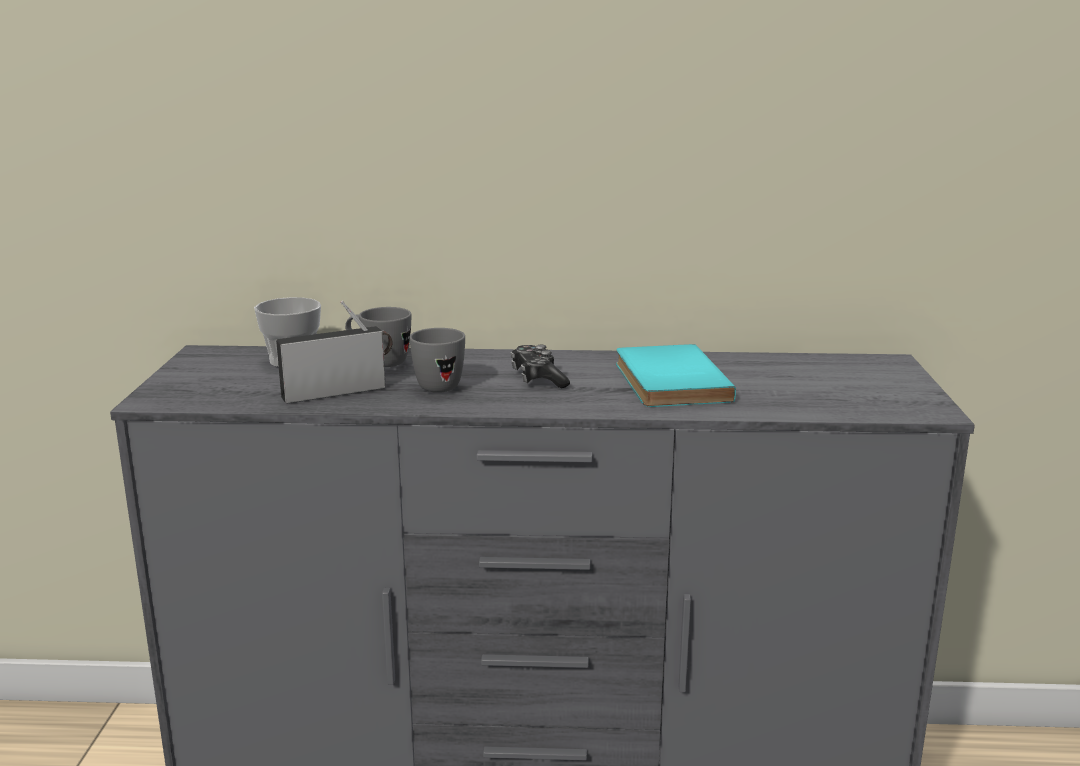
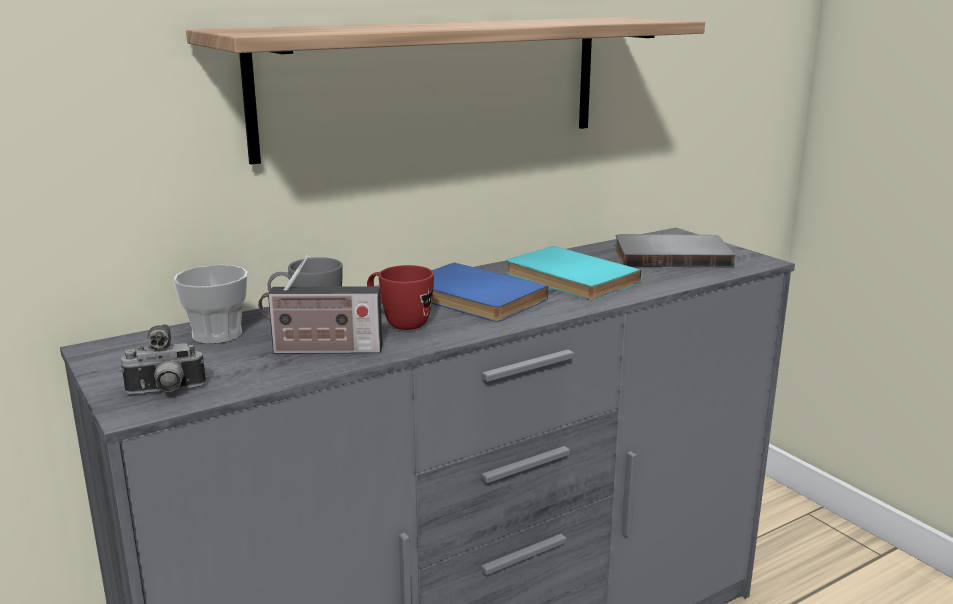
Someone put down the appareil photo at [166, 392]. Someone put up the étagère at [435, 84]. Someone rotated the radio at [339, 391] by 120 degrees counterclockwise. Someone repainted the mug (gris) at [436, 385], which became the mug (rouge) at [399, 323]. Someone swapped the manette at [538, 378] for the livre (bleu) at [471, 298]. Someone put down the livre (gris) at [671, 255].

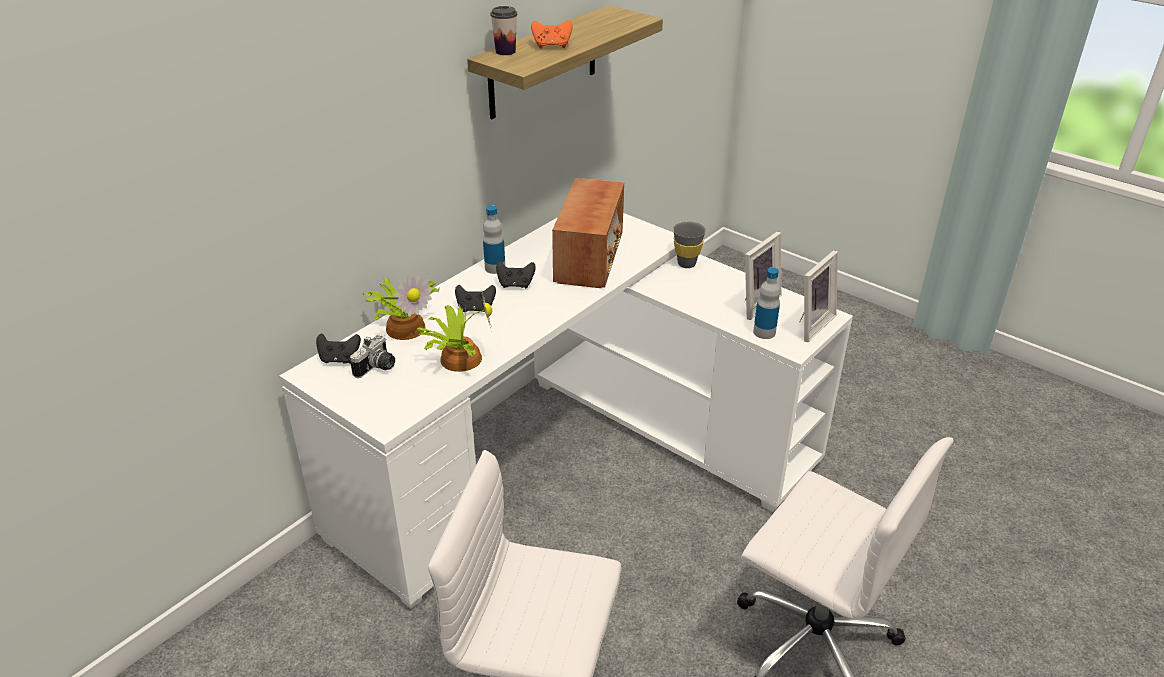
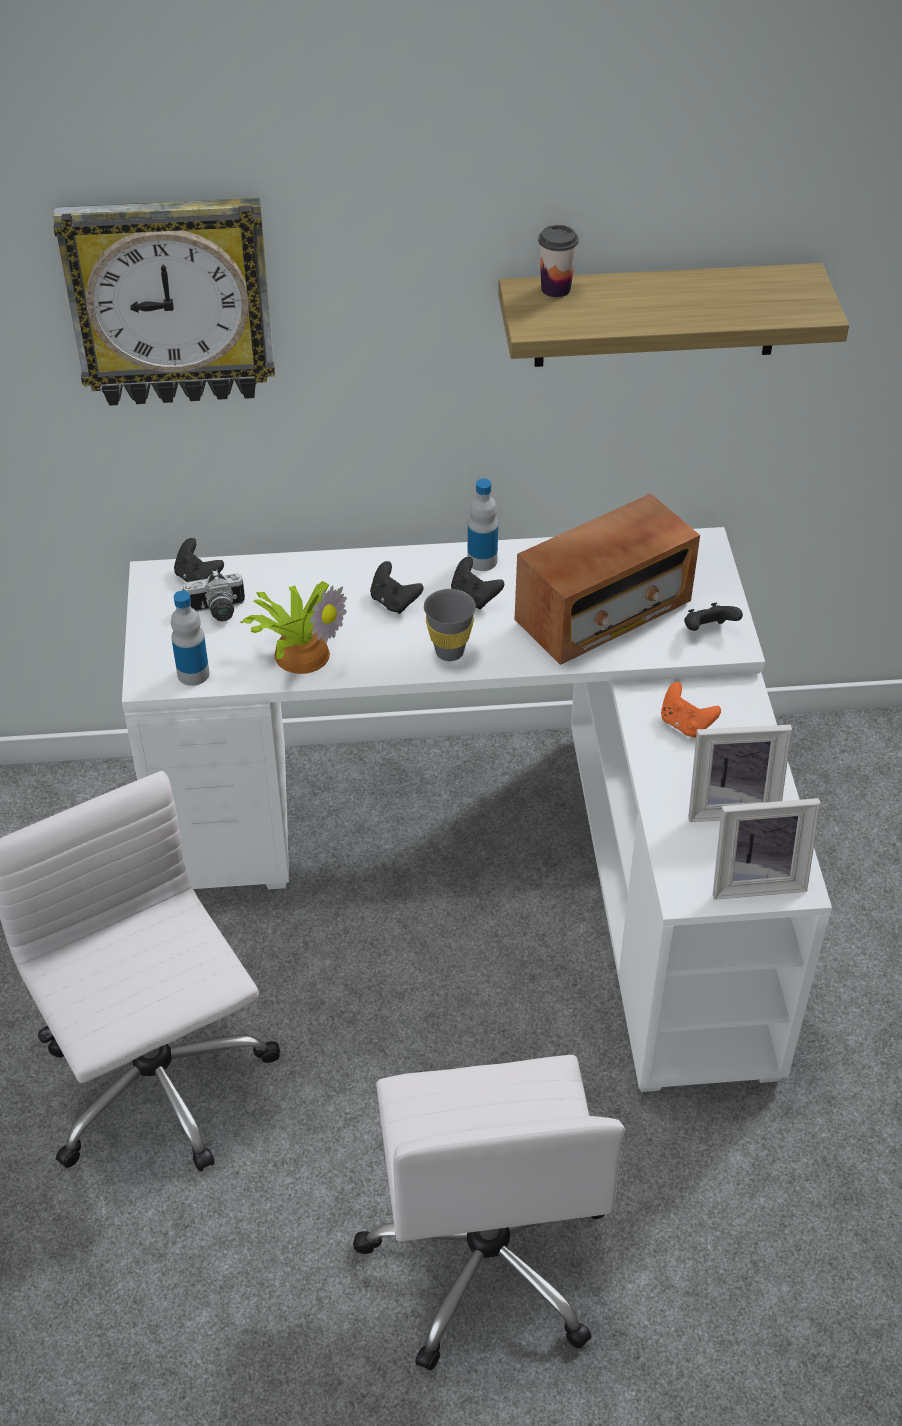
Someone put up the horloge murale at [170, 301]. Someone carried the bouteille from [764, 332] to [193, 674]. Someone carried the tasse (gris) from [686, 264] to [449, 652]. Someone carried the manette (orange) from [552, 46] to [685, 724]. Someone put down the manette (noir) at [708, 631]. Someone took away the plante en pot at [406, 326].

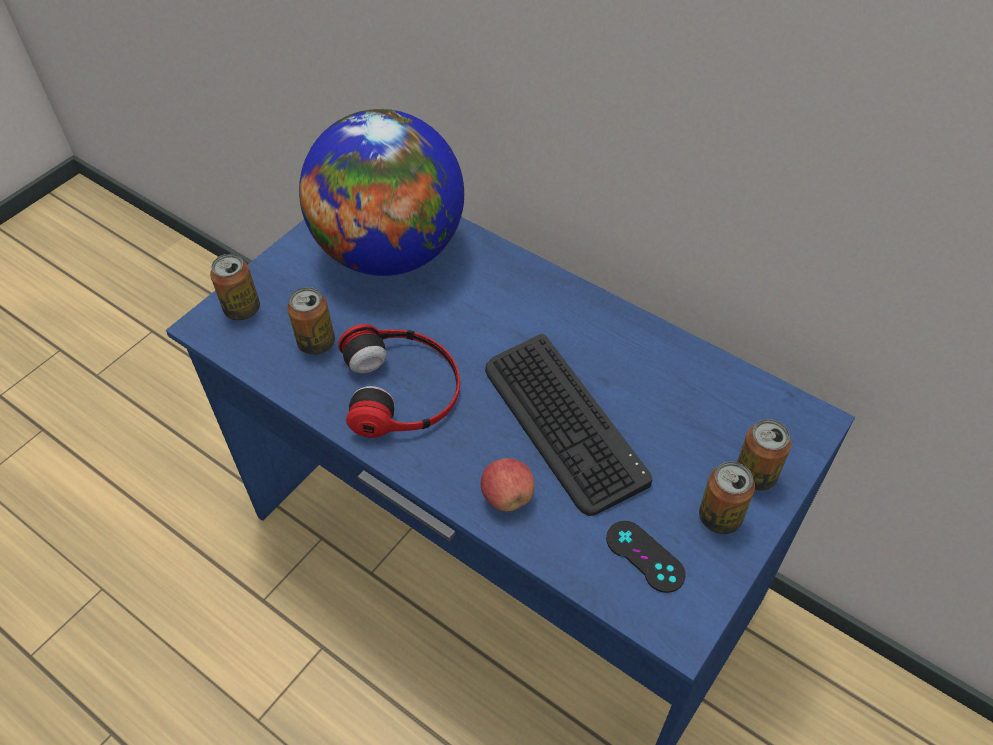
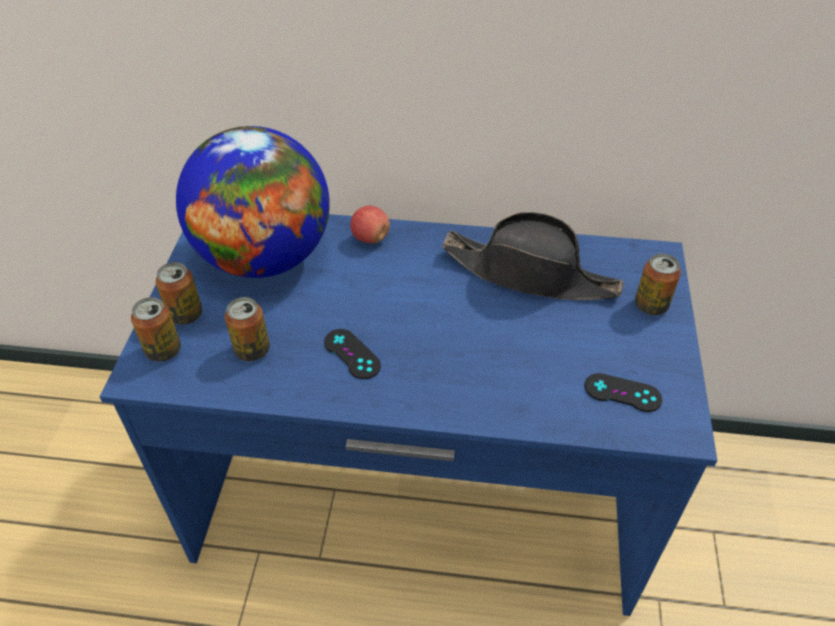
Someone carried the boîte métallique from [719, 517] to [185, 315]. Someone swapped the casque audio at [402, 388] for the manette (noir) at [352, 354]. Someone carried the pomme from [507, 496] to [370, 238]. Someone put down the chapeau (noir) at [530, 274]. Someone took away the clavier at [562, 423].

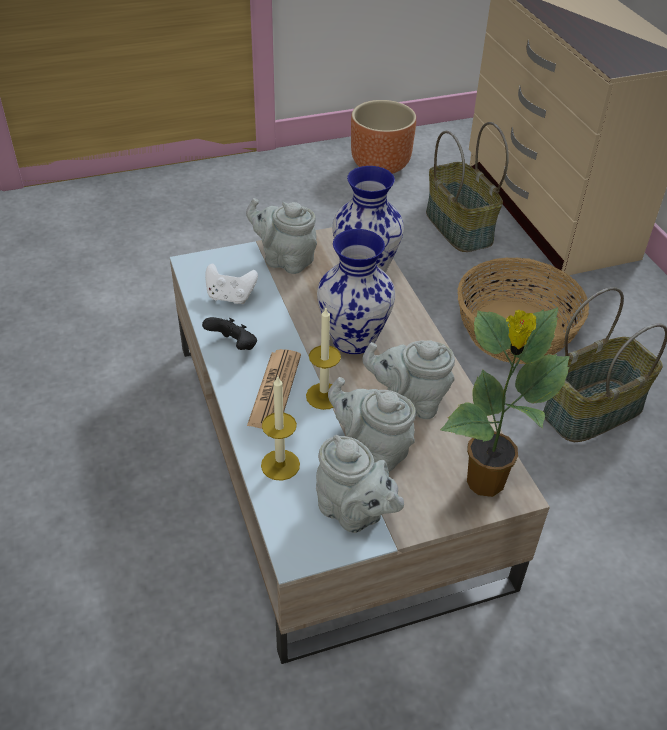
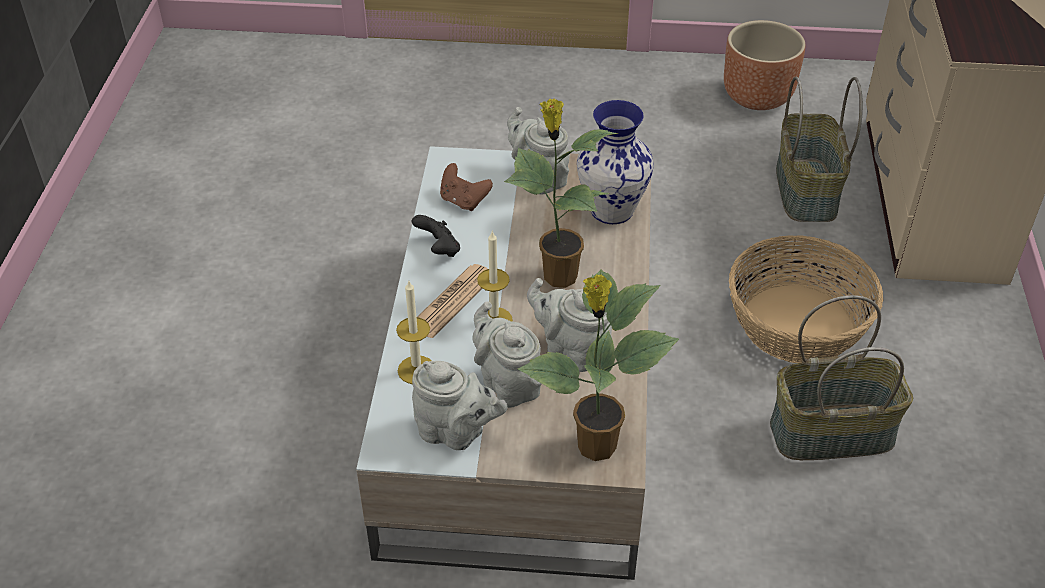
Someone rotated the théière (gris) at [354, 513] by 45 degrees counterclockwise. Someone repainted the manette (blanc) at [230, 297], which became the manette (marron) at [463, 201]. Someone swapped the vase at [355, 340] for the plante en pot at [557, 275].

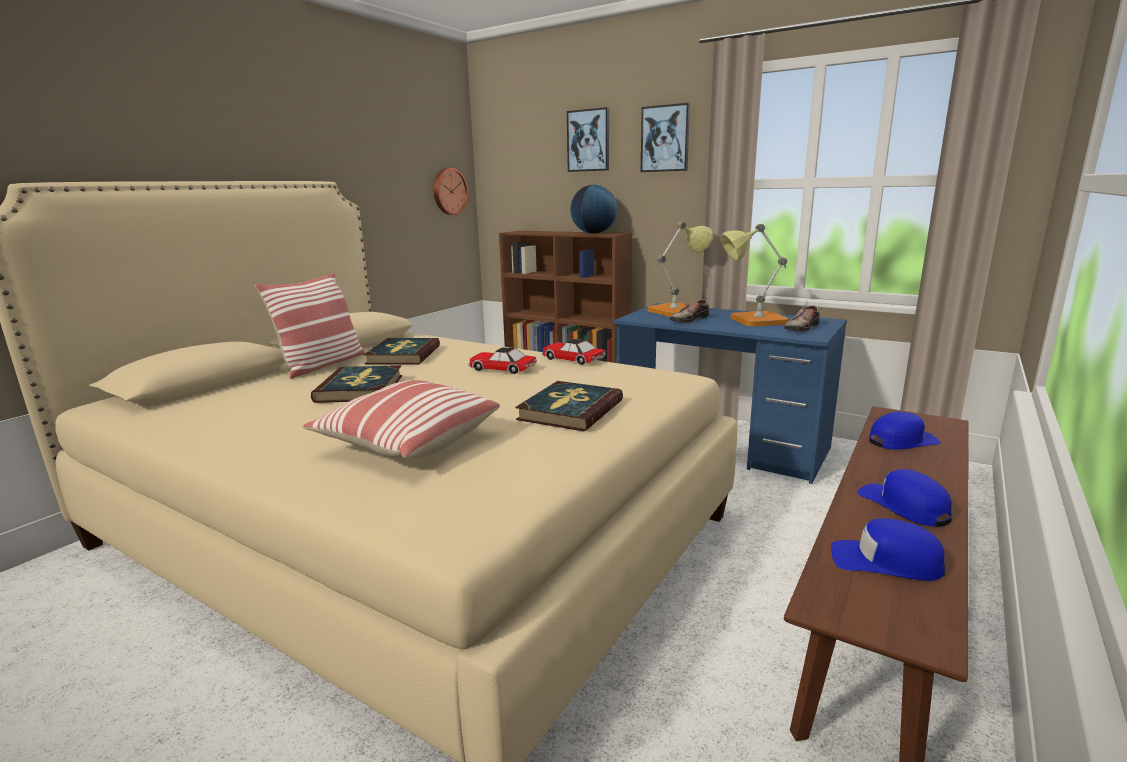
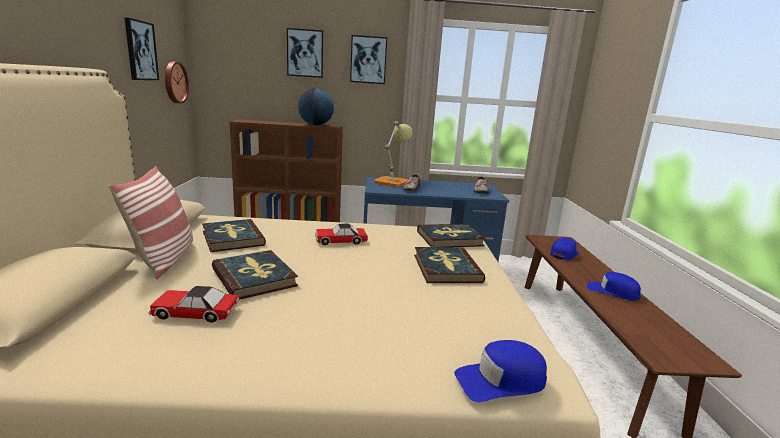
Someone put up the tableau at [140, 50]. Someone carried the petite voiture from [573, 359] to [195, 312]. Someone put down the livre at [449, 238]. Someone carried the casquette (bleu) from [885, 562] to [501, 380]. Someone took away the coussin at [407, 441]. Someone took away the lampe de table at [751, 321].

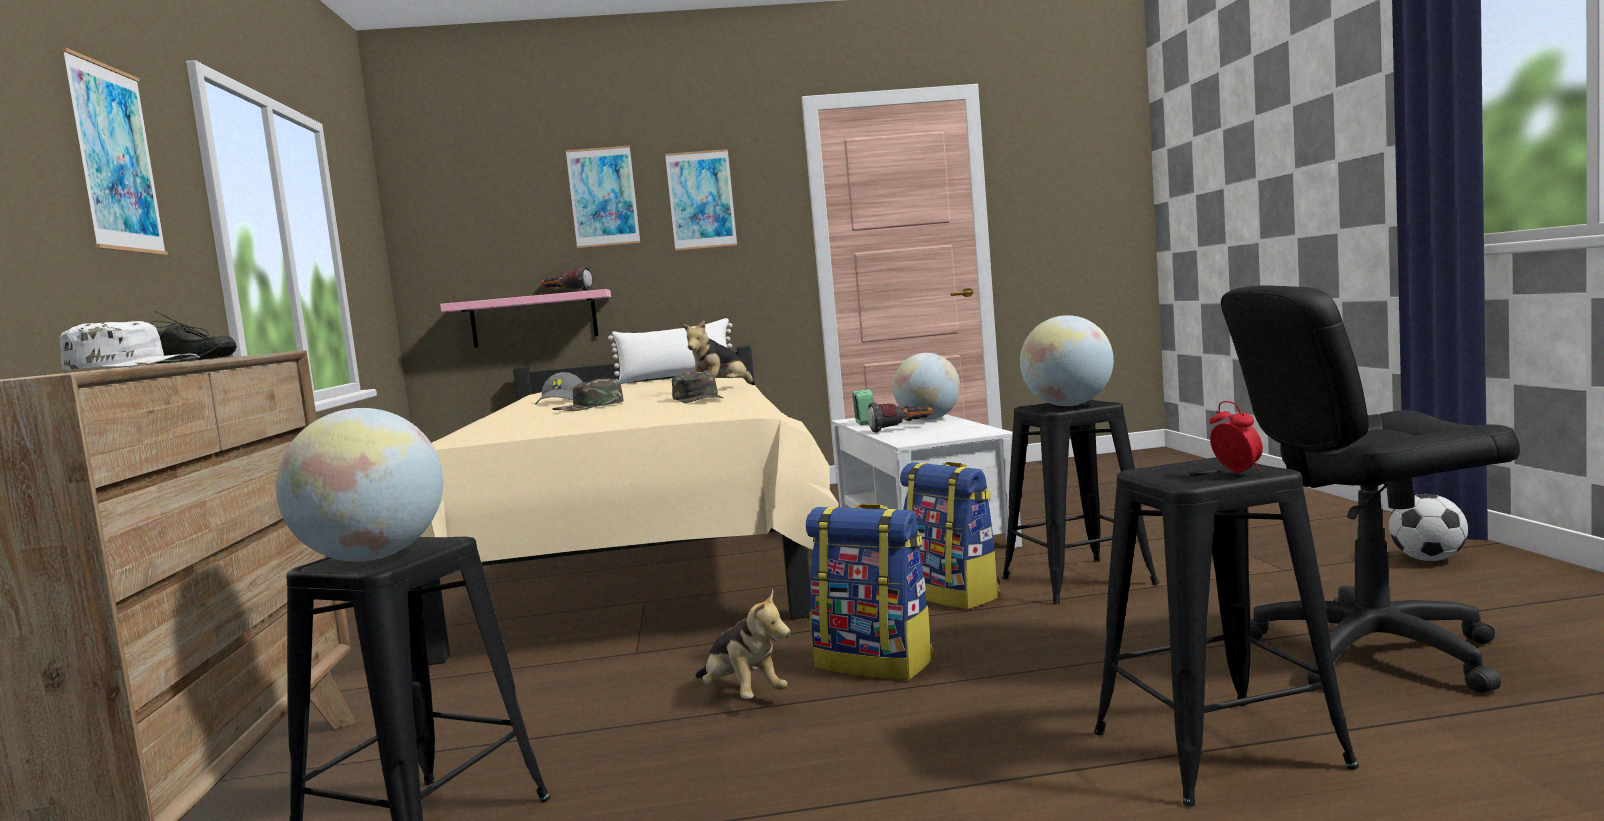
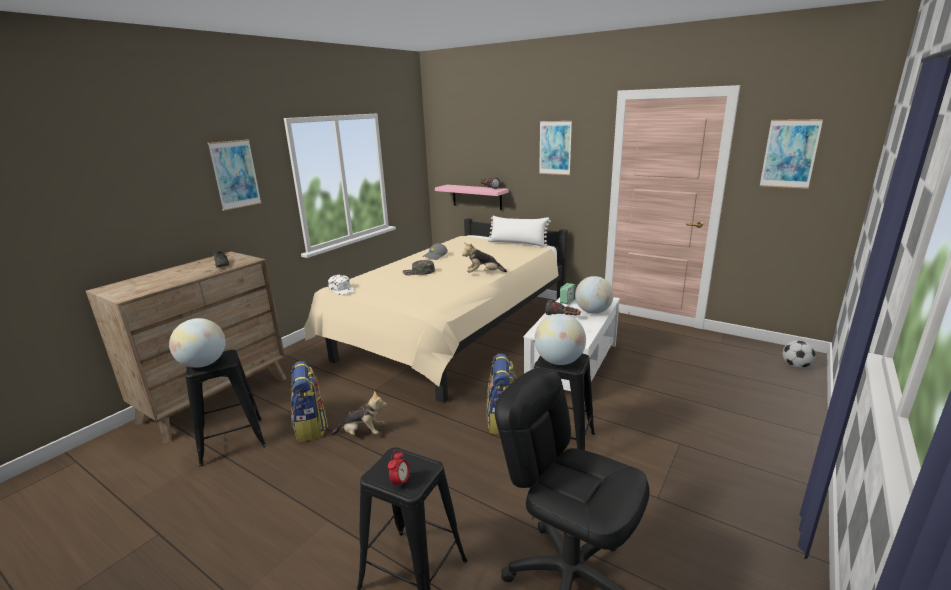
Someone carried the sac à dos from [876, 663] to [311, 427]. Someone carried the casquette (blanc) from [132, 366] to [342, 289]. Someone rotated the peluche at [742, 695] by 90 degrees counterclockwise. Someone carried the tableau from [603, 197] to [789, 154]. Someone carried the ballon de foot from [1428, 559] to [795, 366]. Someone took away the casquette (vert) at [699, 399].

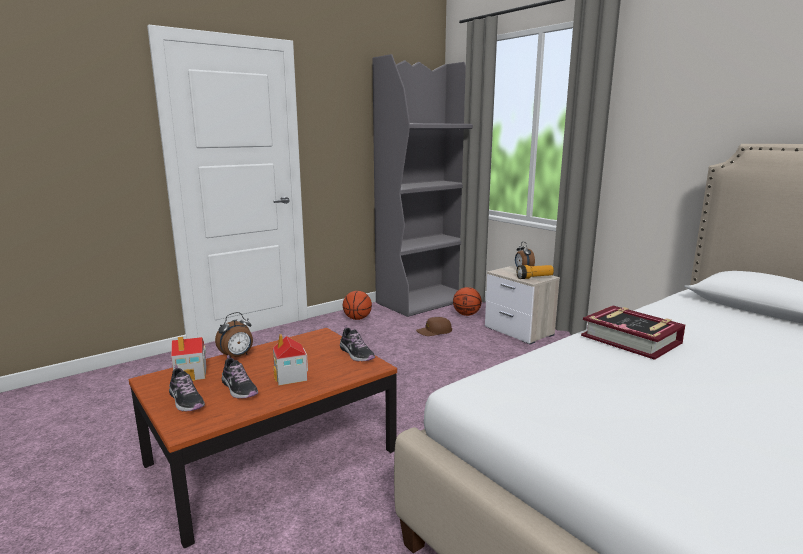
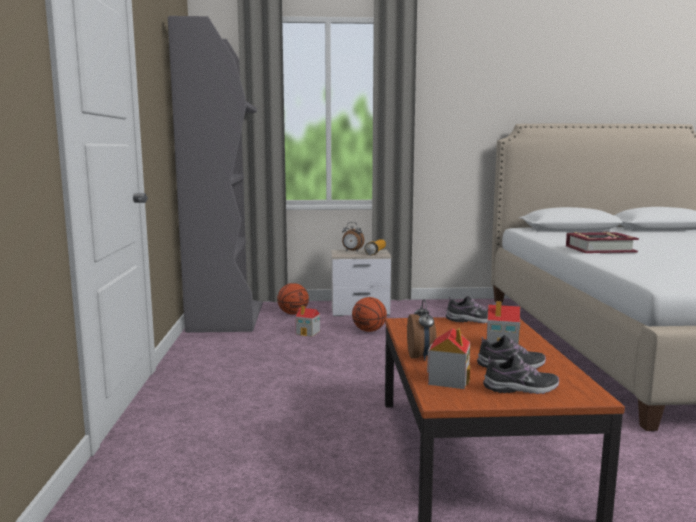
Someone swapped the casquette (marron) at [434, 332] for the maison miniature at [308, 332]. Someone carried the ballon de basket from [357, 318] to [369, 330].

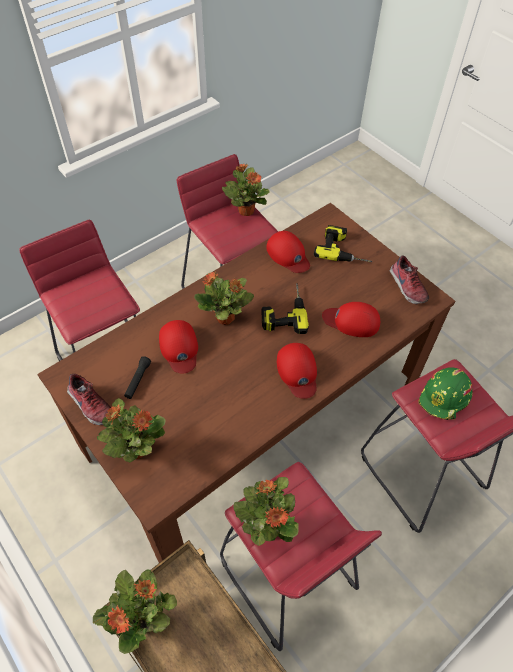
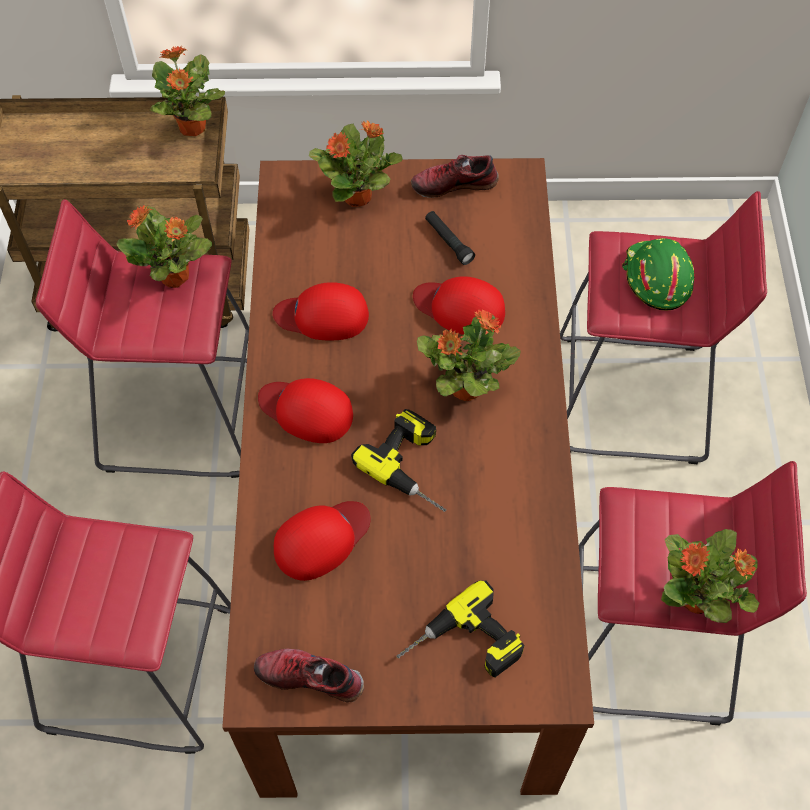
Someone carried the casquette (rouge) from [288, 255] to [323, 315]. Someone carried the casque de chantier (vert) from [445, 398] to [655, 278].

